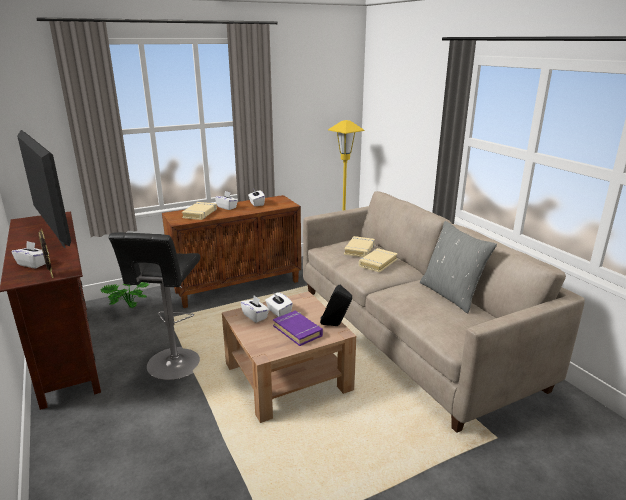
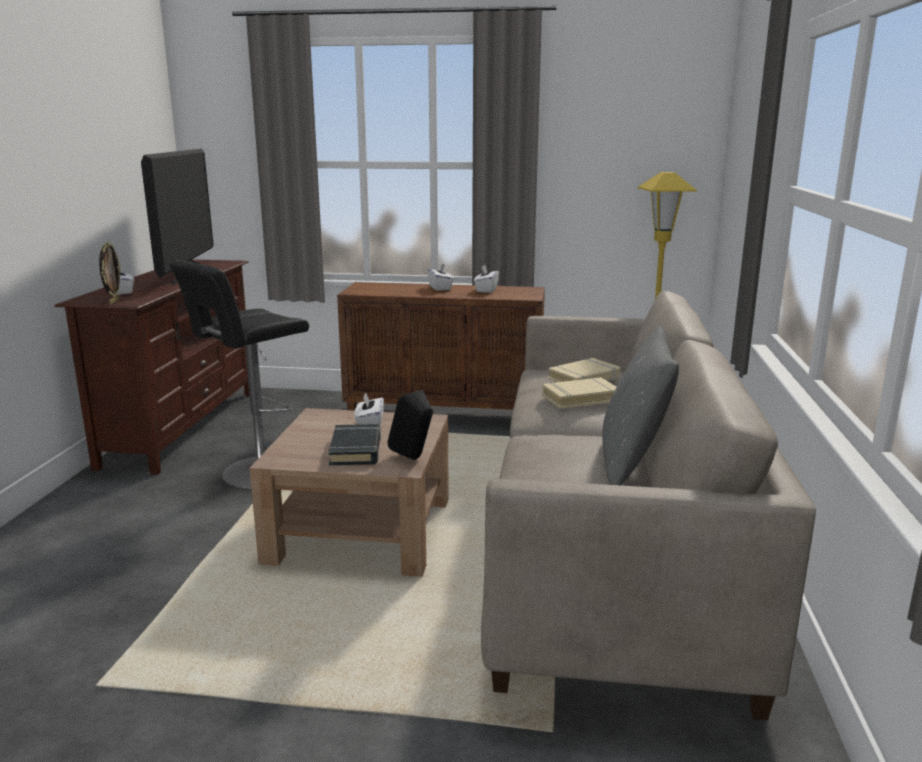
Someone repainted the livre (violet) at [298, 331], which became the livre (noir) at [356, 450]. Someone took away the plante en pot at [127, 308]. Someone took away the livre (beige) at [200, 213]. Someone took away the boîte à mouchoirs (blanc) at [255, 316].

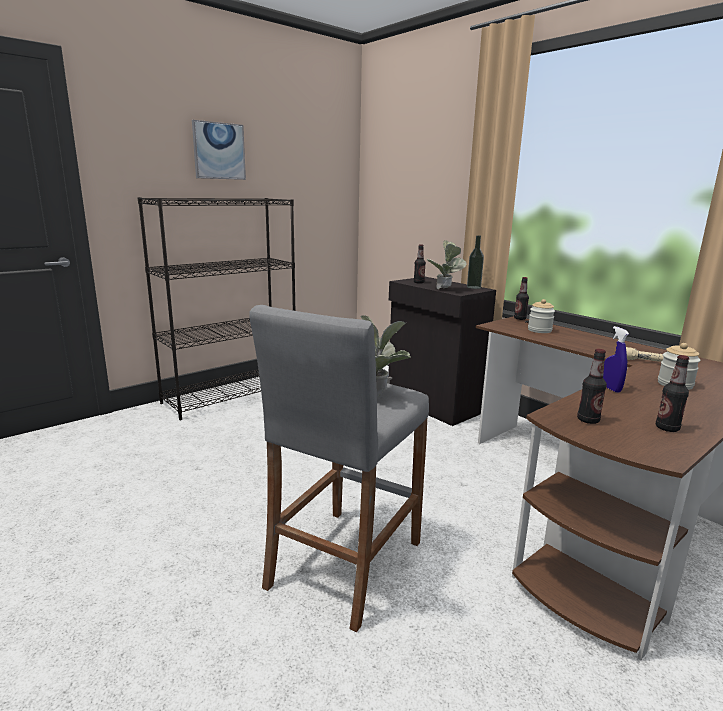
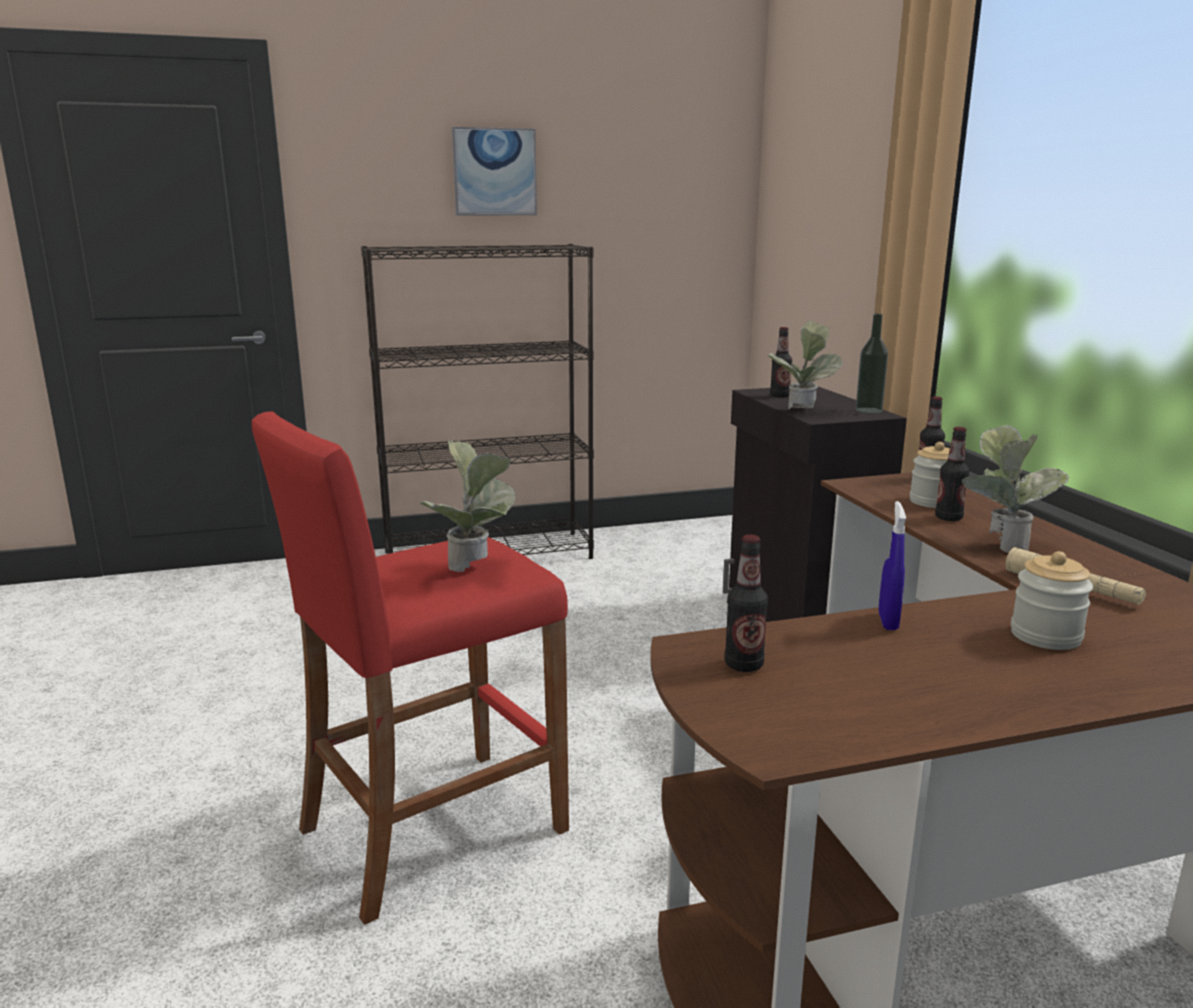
Someone repainted the tabouret (gris) at [344, 564], which became the tabouret (rouge) at [432, 829]. Someone carried the bouteille from [667, 428] to [948, 518]. Someone put down the plante en pot at [1001, 544].

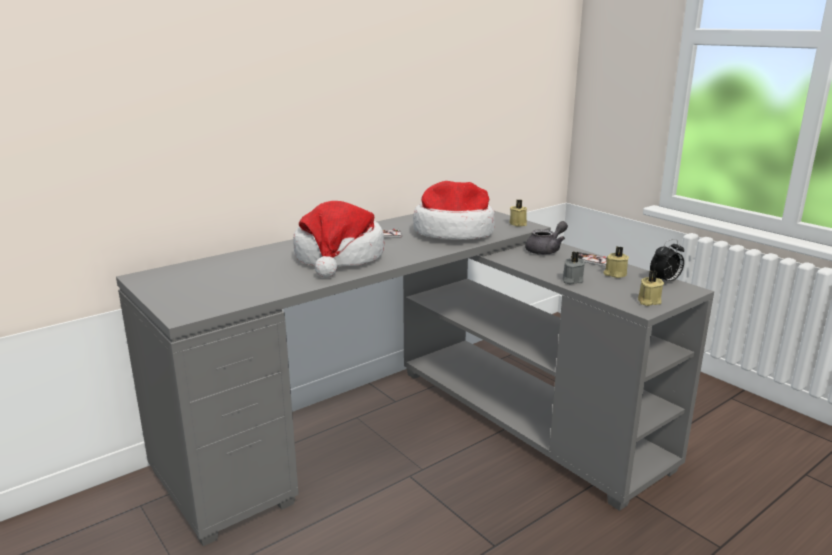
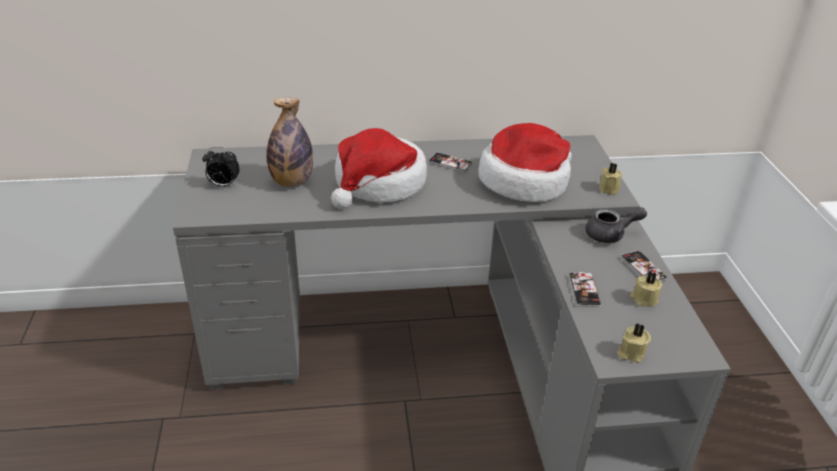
Someone carried the réveil from [665, 281] to [223, 185]. Someone put down the bouteille at [291, 182]. Someone swapped the bougie (gris) at [571, 280] for the téléphone at [584, 290].

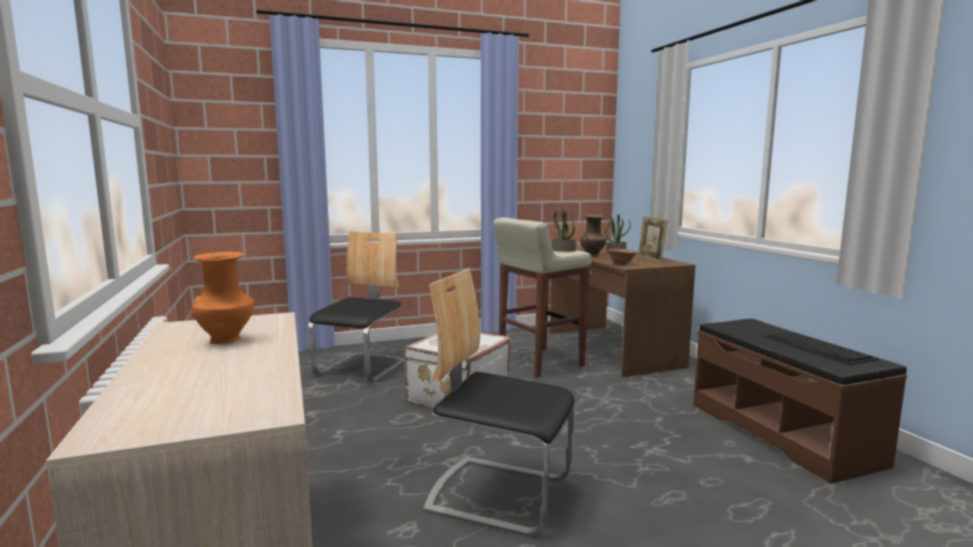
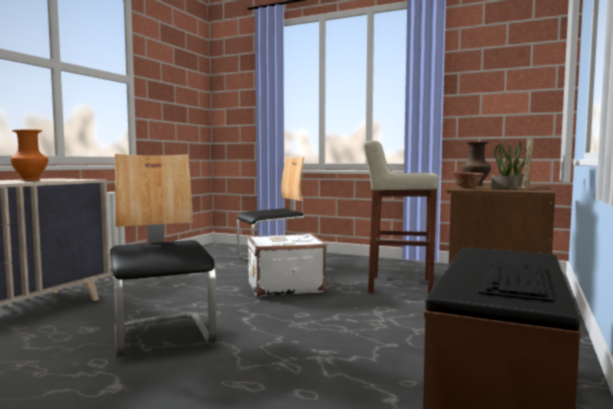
Someone carried the plante en pot from [563, 250] to [503, 189].

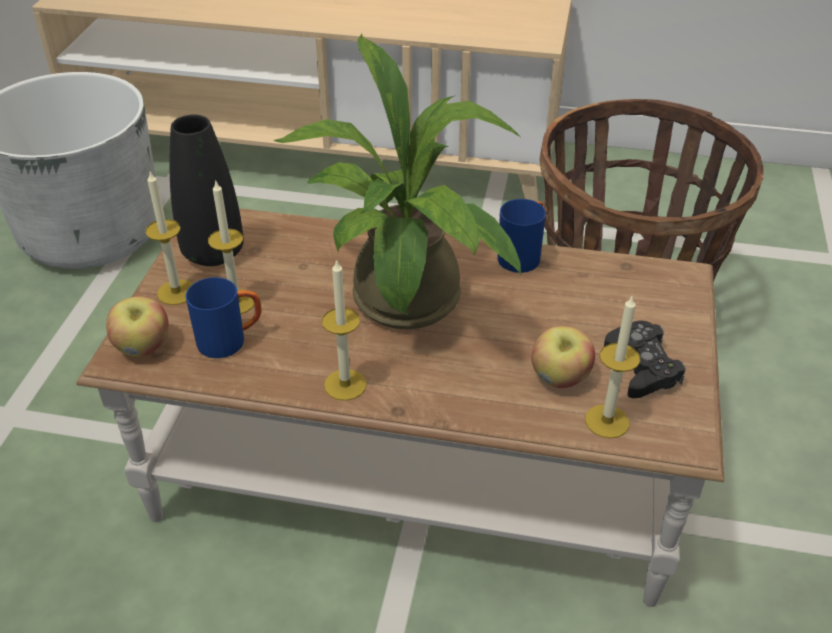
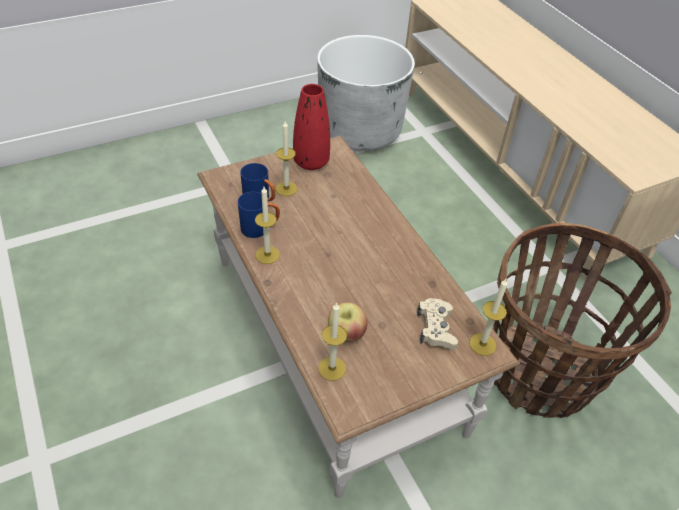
Someone carried the mug (bleu) from [522, 255] to [260, 229]. Someone repainted the vase (noir) at [213, 253], which became the vase (rouge) at [311, 162]. Someone put down the manette (beige) at [436, 328]. Someone carried the bougie from [176, 292] to [482, 344]. Someone took away the pomme at [143, 347]. Someone took away the plante en pot at [408, 308]. Someone took away the manette (noir) at [642, 367].

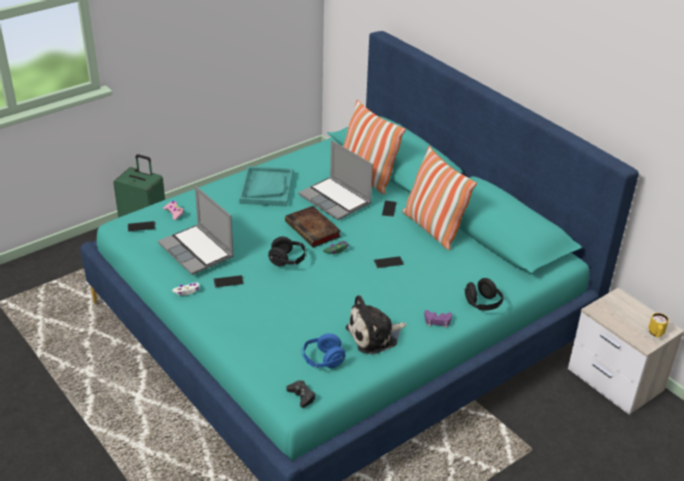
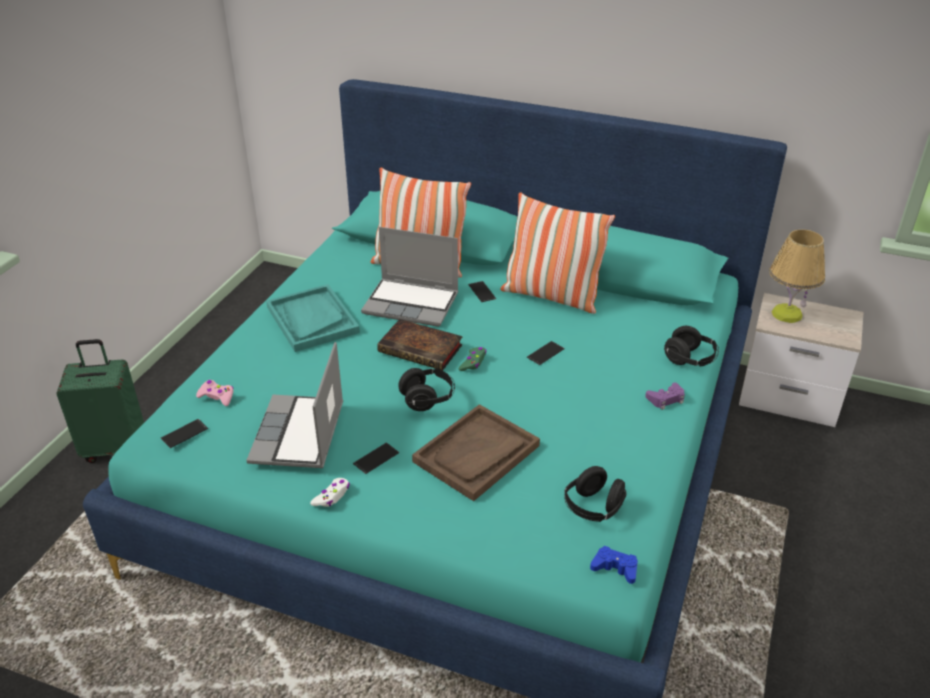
Someone rotated the ordinateur portable at [197, 251] by 75 degrees clockwise. Someone put down the plateau (marron) at [476, 454]. Someone repainted the casque audio (bleu) at [322, 360], which became the casque audio (noir) at [593, 508]. Someone repainted the manette (noir) at [301, 396], which became the manette (bleu) at [615, 568]. Someone put down the lampe de table at [786, 314]. Someone took away the peluche at [374, 336]. Someone took away the mug (jaune) at [656, 334].

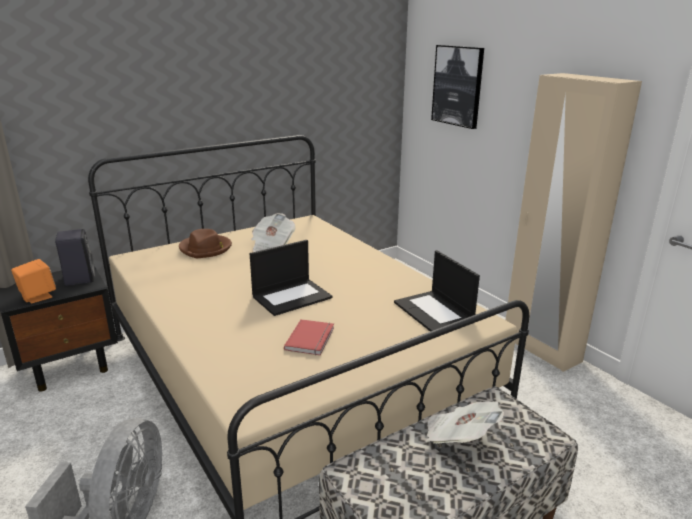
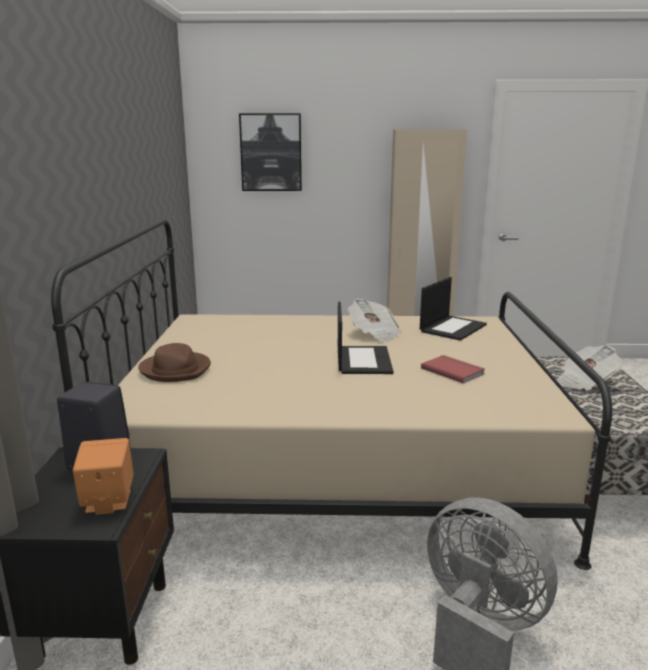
Someone carried the journal from [271, 245] to [374, 334]. Someone rotated the ordinateur portable at [434, 312] by 60 degrees counterclockwise.

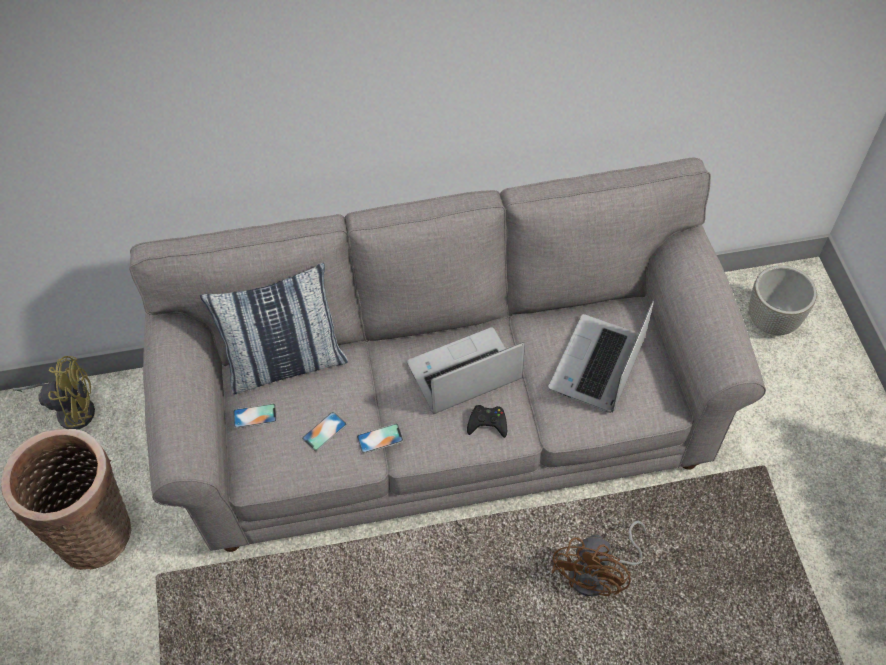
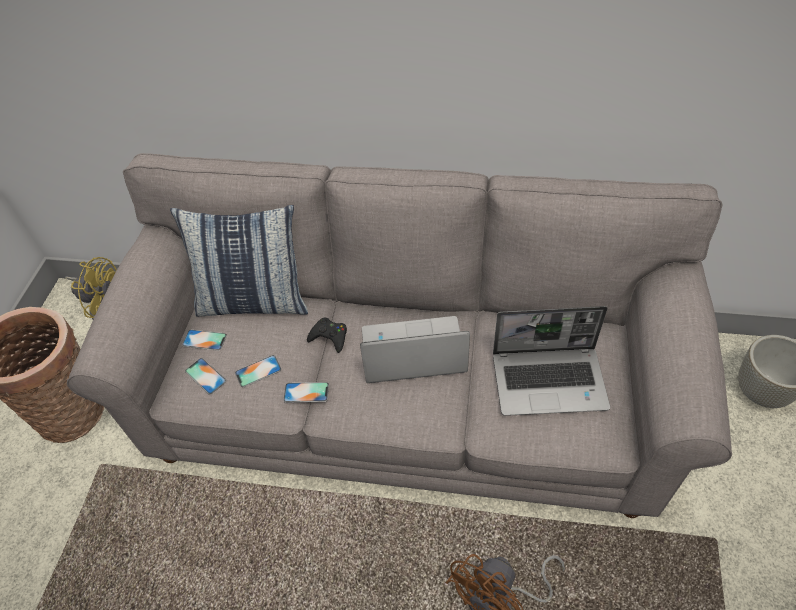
Someone put down the téléphone at [205, 376]. Someone carried the manette (noir) from [487, 423] to [329, 337]. Someone rotated the ordinateur portable at [598, 366] by 135 degrees counterclockwise.

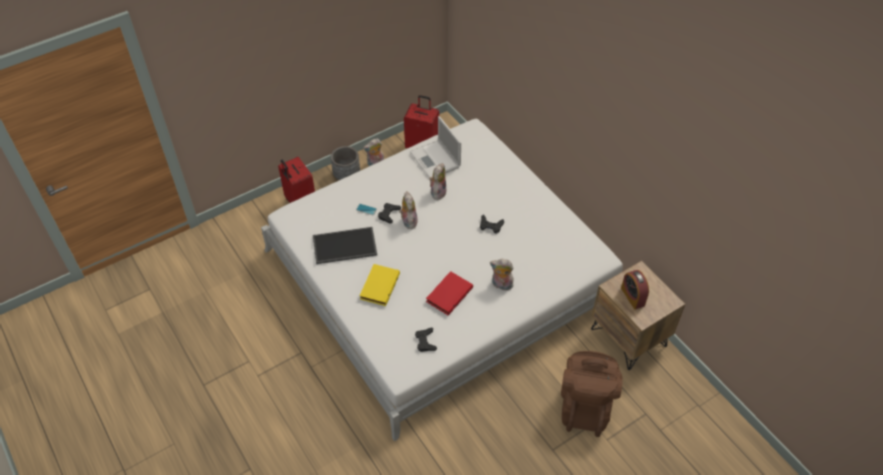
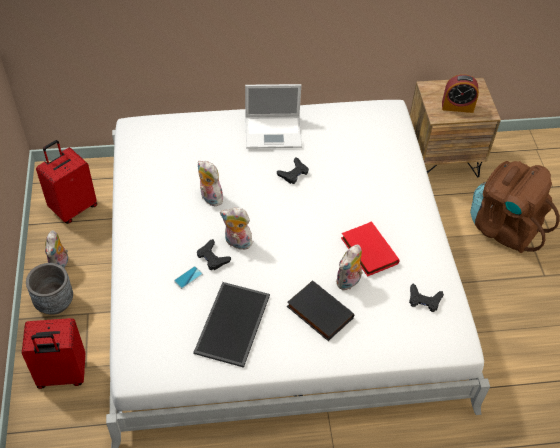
Someone carried the ordinateur portable from [435, 160] to [274, 132]. Someone repainted the livre (jaune) at [379, 286], which became the livre (noir) at [318, 313]. Someone carried the peluche from [501, 285] to [348, 282].

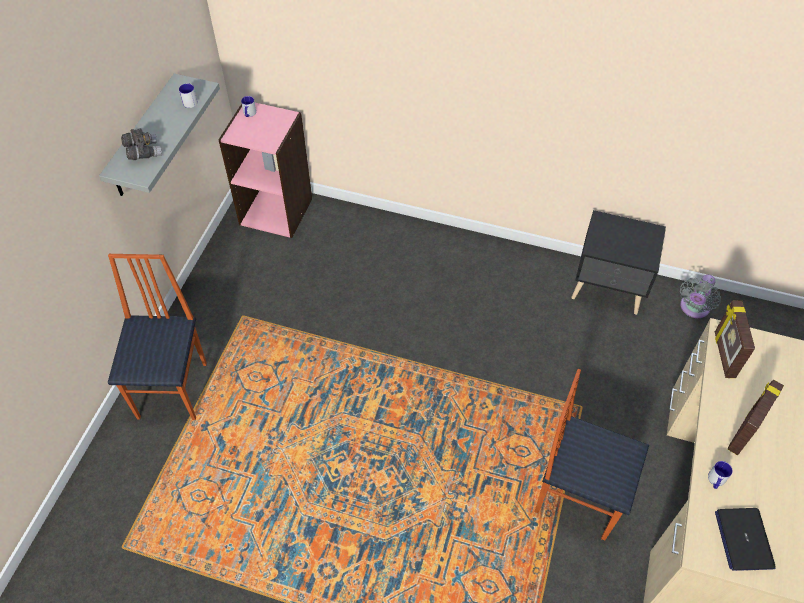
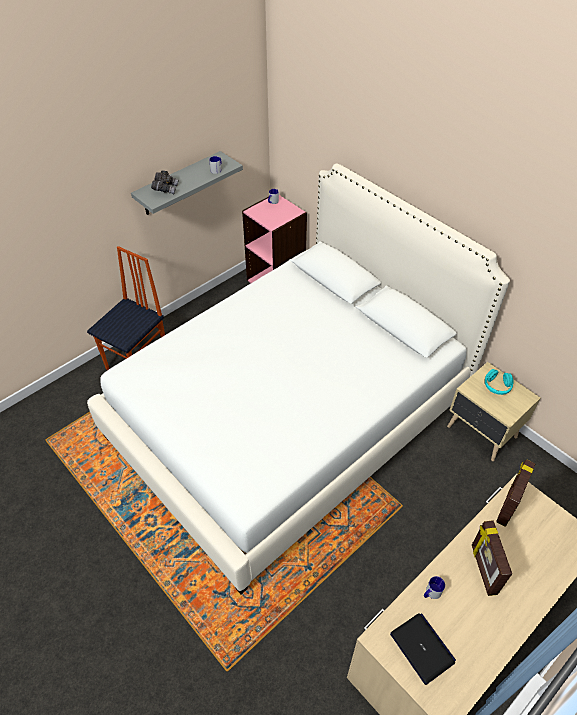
Someone put down the lit (blanc) at [289, 417]. Someone rotated the ordinateur portable at [743, 539] by 120 degrees clockwise. Someone repainted the table de chevet (noir) at [608, 289], which became the table de chevet (beige) at [481, 433]. Someone rotated the cadre photo at [743, 431] by 75 degrees counterclockwise. Someone put down the casque audio (turquoise) at [497, 386]. Someone took away the chaise at [577, 496]. Someone took away the ventilateur (gris) at [693, 308].

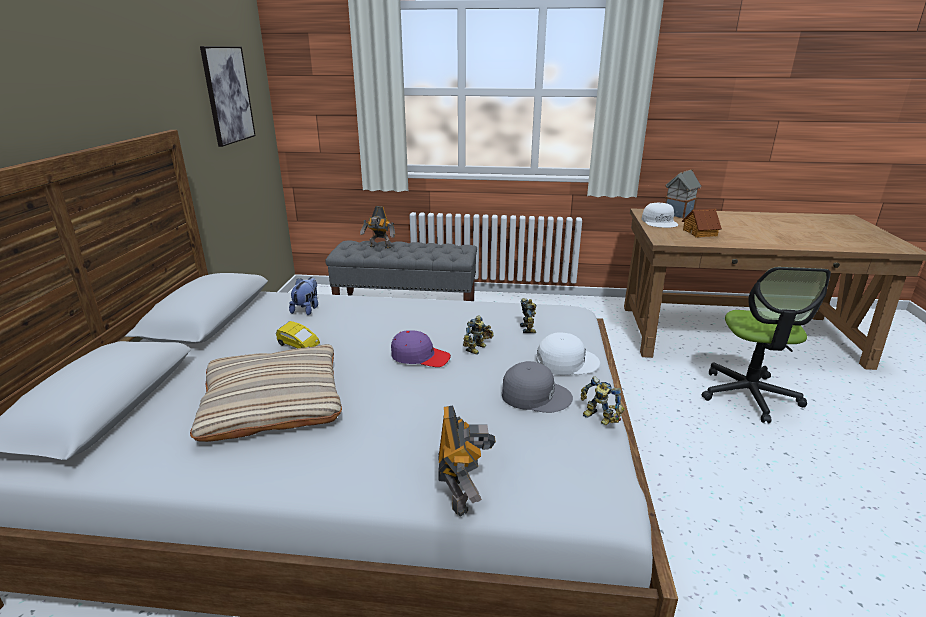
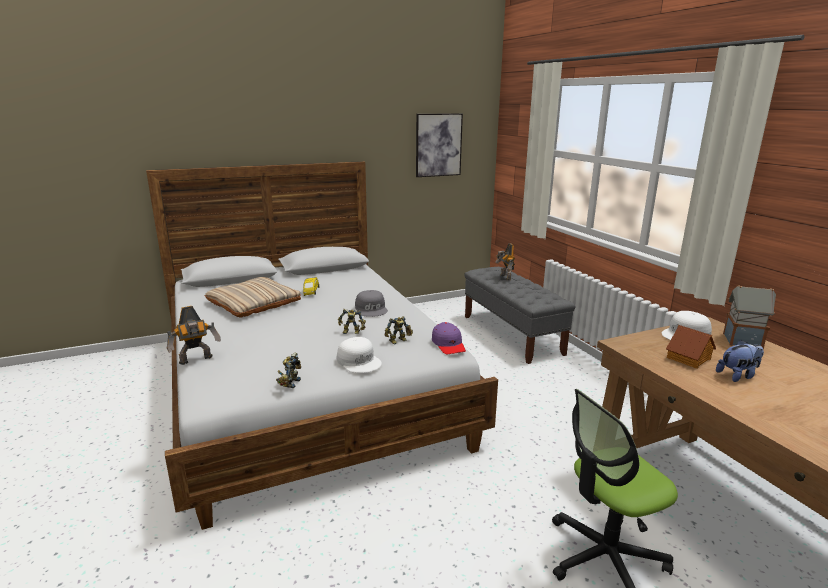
Someone carried the casquette (gris) from [535, 395] to [371, 309]. Someone carried the casquette (violet) from [420, 357] to [448, 344]. Someone carried the peluche from [307, 309] to [738, 375].

